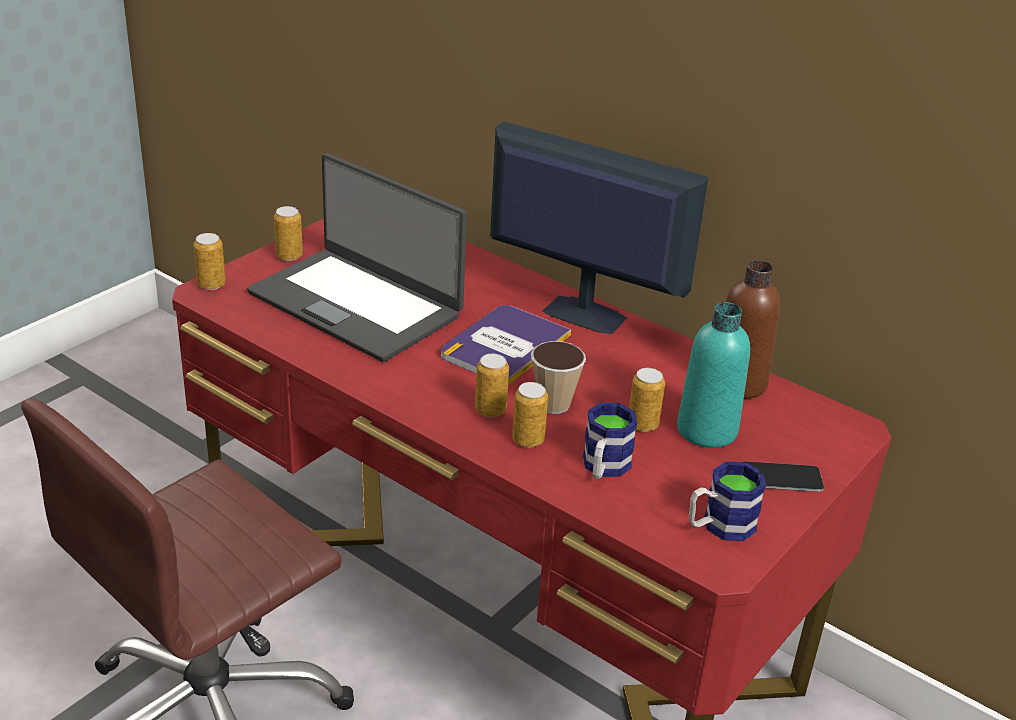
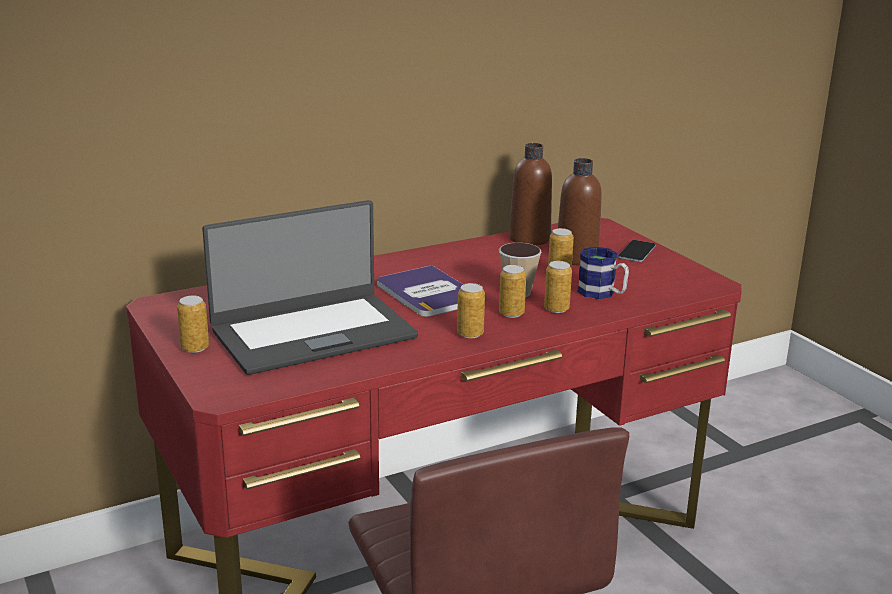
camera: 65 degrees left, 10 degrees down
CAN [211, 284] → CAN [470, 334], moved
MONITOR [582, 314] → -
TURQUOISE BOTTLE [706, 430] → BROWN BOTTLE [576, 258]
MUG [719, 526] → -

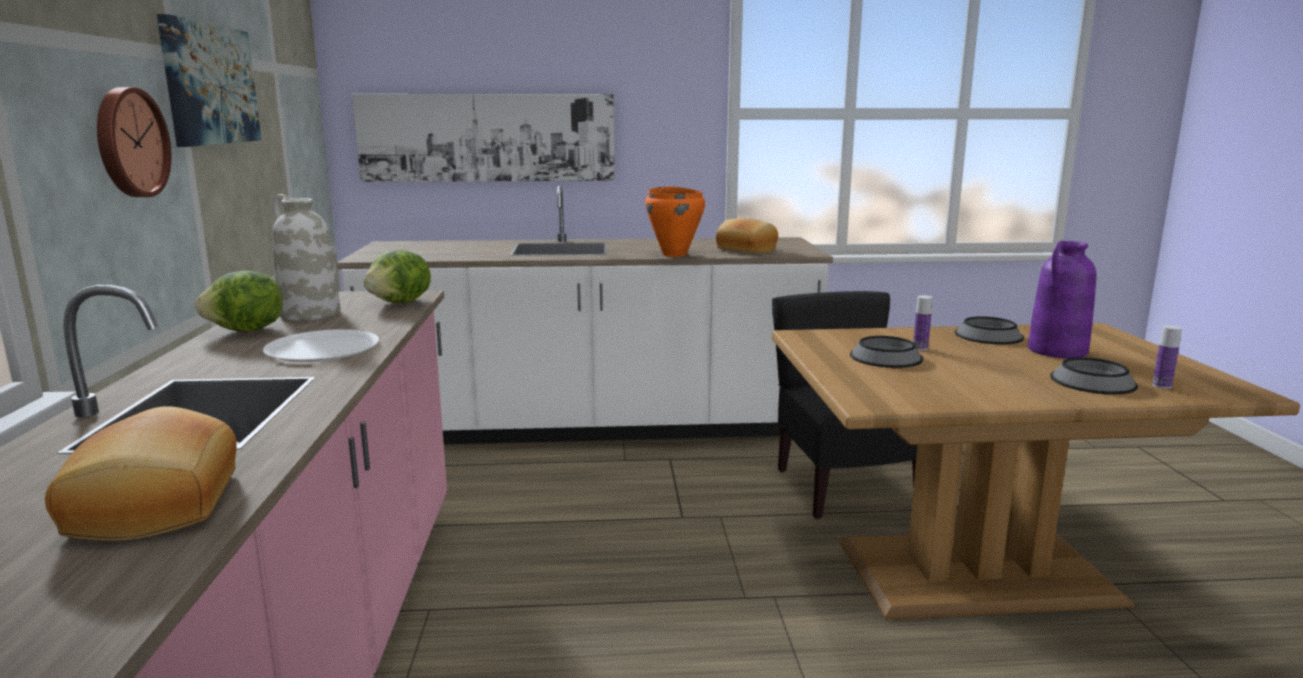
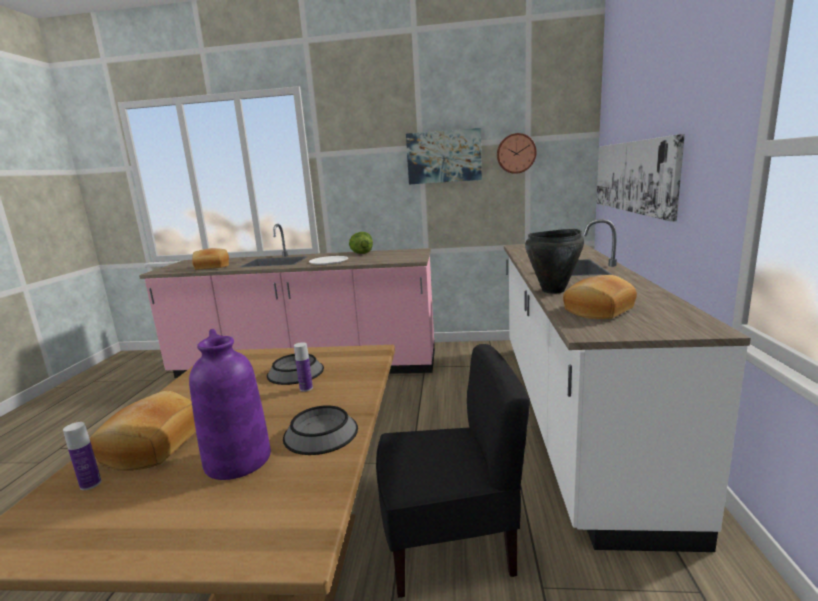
camera: 100 degrees right, 0 degrees up
WALL CLOCK [129, 143] → WALL CLOCK [516, 153], moved
WHITE VASE [309, 314] → -
LETTUCE [401, 303] → -
ORANGE COOKING POT [674, 254] → BLACK COOKING POT [554, 290]
BOWL [1092, 381] → BREAD [150, 446]

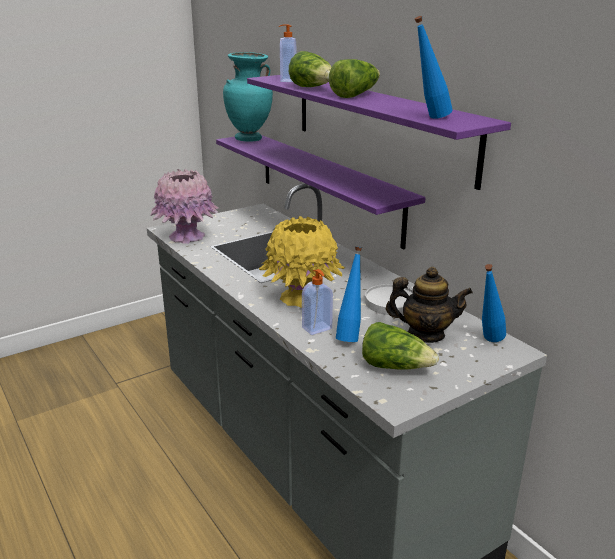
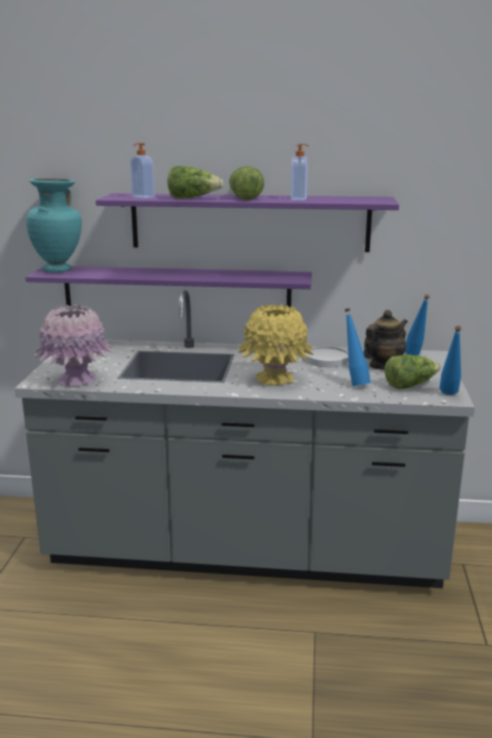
camera: 50 degrees left, 5 degrees down
SOAP DISPENSER [317, 329] → SOAP DISPENSER [299, 199], moved
BLUE BOTTLE [429, 118] → BLUE BOTTLE [449, 395], moved

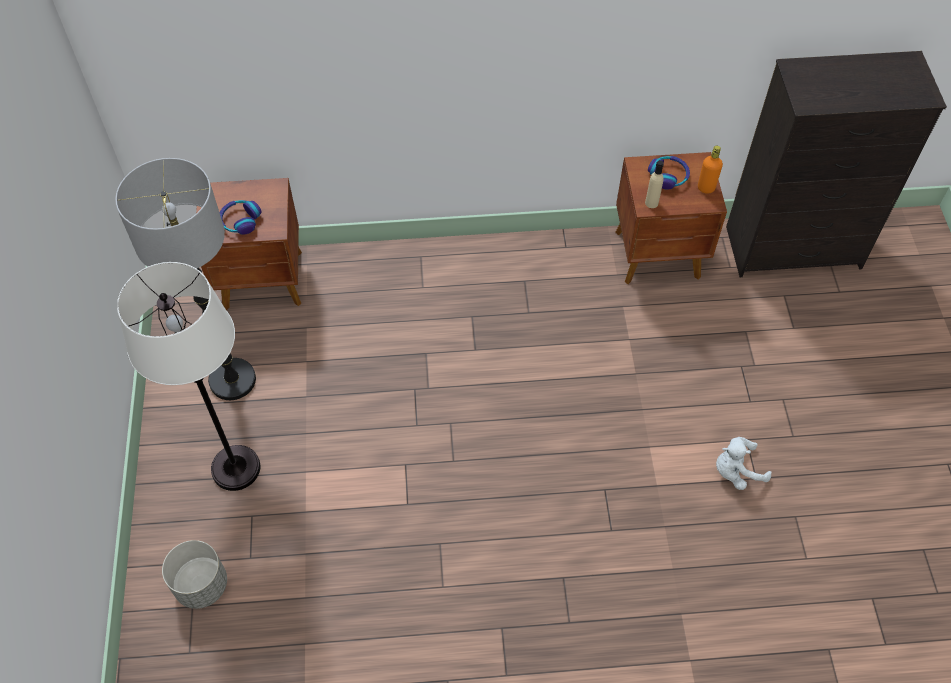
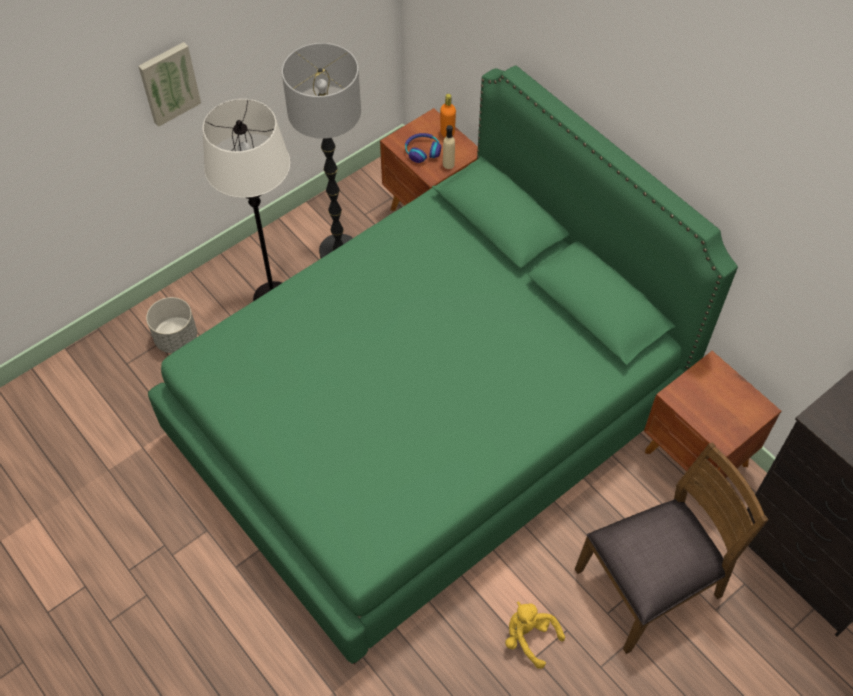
camera: 55 degrees right, 0 degrees up
BEIGE BOTTLE [651, 203] → BEIGE BOTTLE [448, 164], moved
HEADPHONES [668, 176] → -
ORANGE BOTTLE [706, 188] → ORANGE BOTTLE [447, 133], moved
WHITE PLUSH TOY [736, 471] → YELLOW PLUSH TOY [529, 637]
- → PICTURE [168, 83]
- → GREEN BED [427, 420]
- → BROWN CHAIR [650, 585]

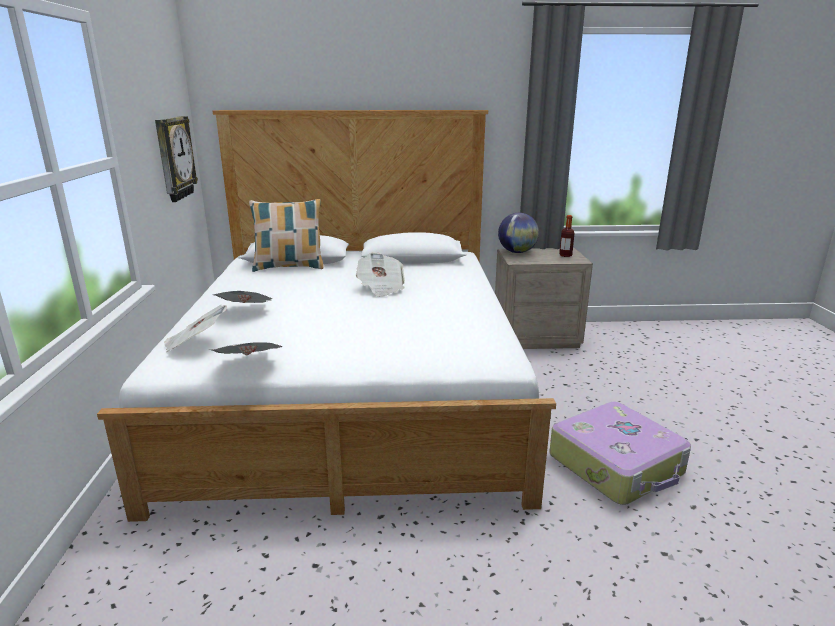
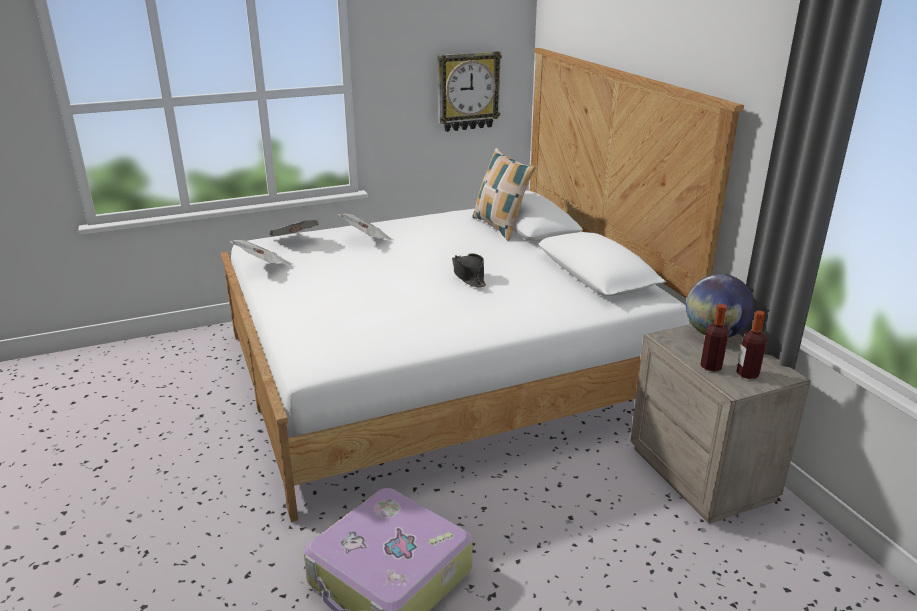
camera: 70 degrees right, 5 degrees up
NEWSPAPER [381, 288] → BLACK HAT [468, 276]
- → BOTTLE [711, 366]

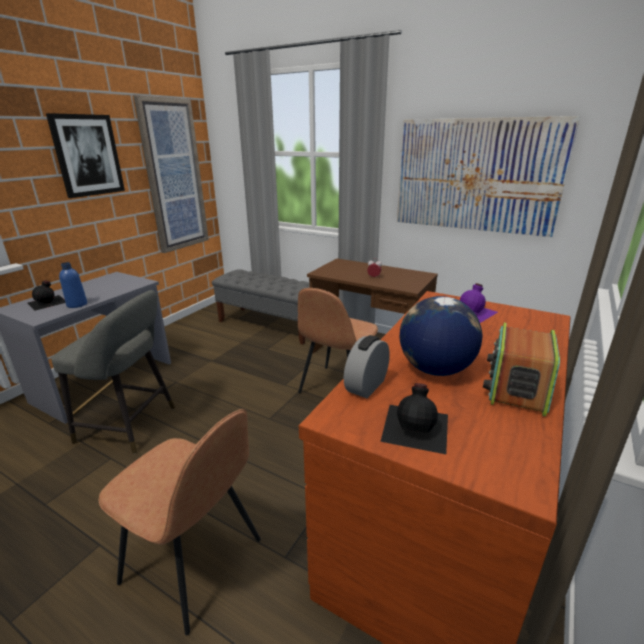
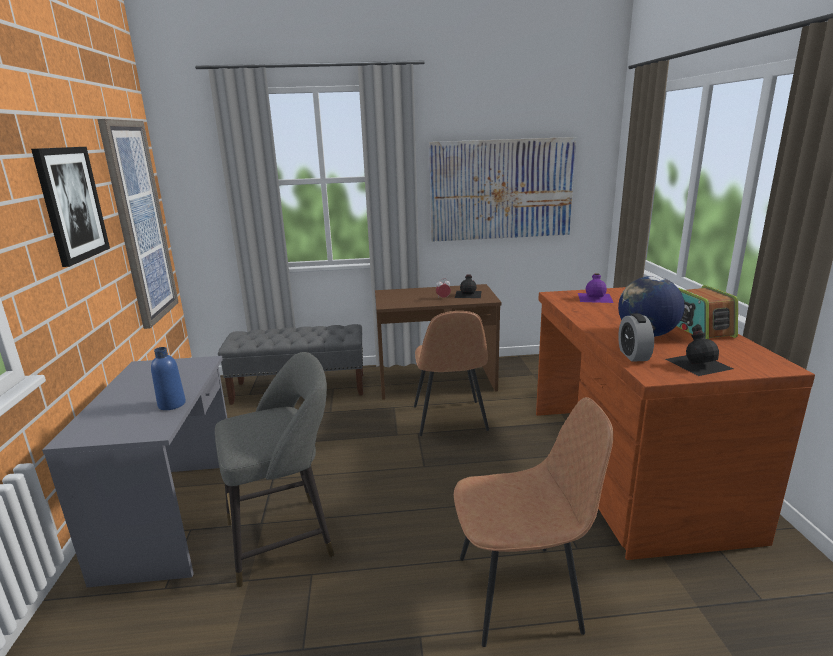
camera: 35 degrees left, 5 degrees down
BLACK BOTTLE [48, 302] → BLACK BOTTLE [468, 294], moved

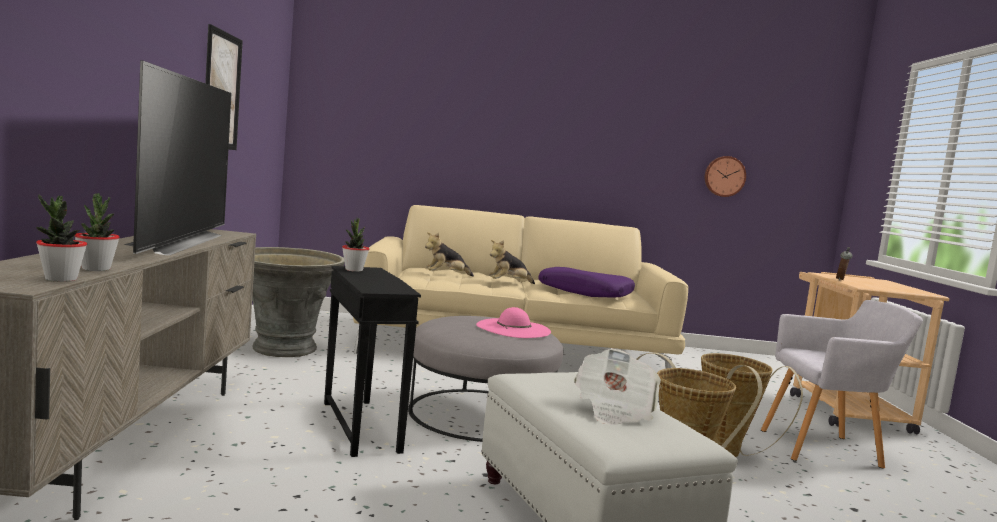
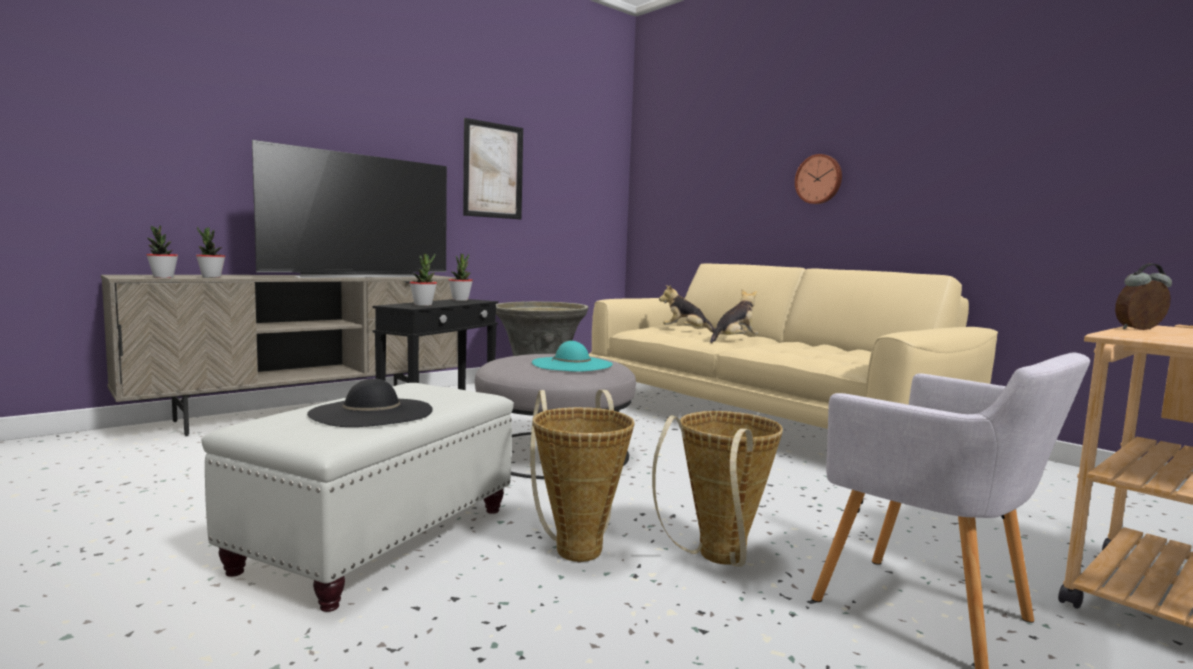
camera: 50 degrees right, 0 degrees up
PINK HAT [513, 328] → TURQUOISE HAT [572, 364]
PLUSH TOY [508, 283] → PLUSH TOY [734, 340], 120 degrees clockwise
PURPLE PILLOW [585, 292] → -
NEWSPAPER [614, 410] → BLACK HAT [371, 412]
WALL CLOCK [724, 176] → WALL CLOCK [819, 179], moved
- → POTTED PLANT [423, 305]

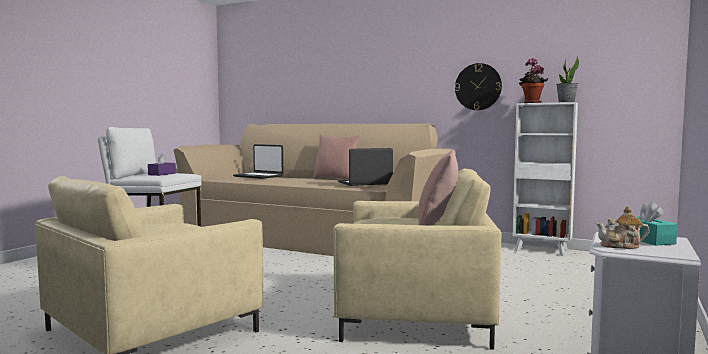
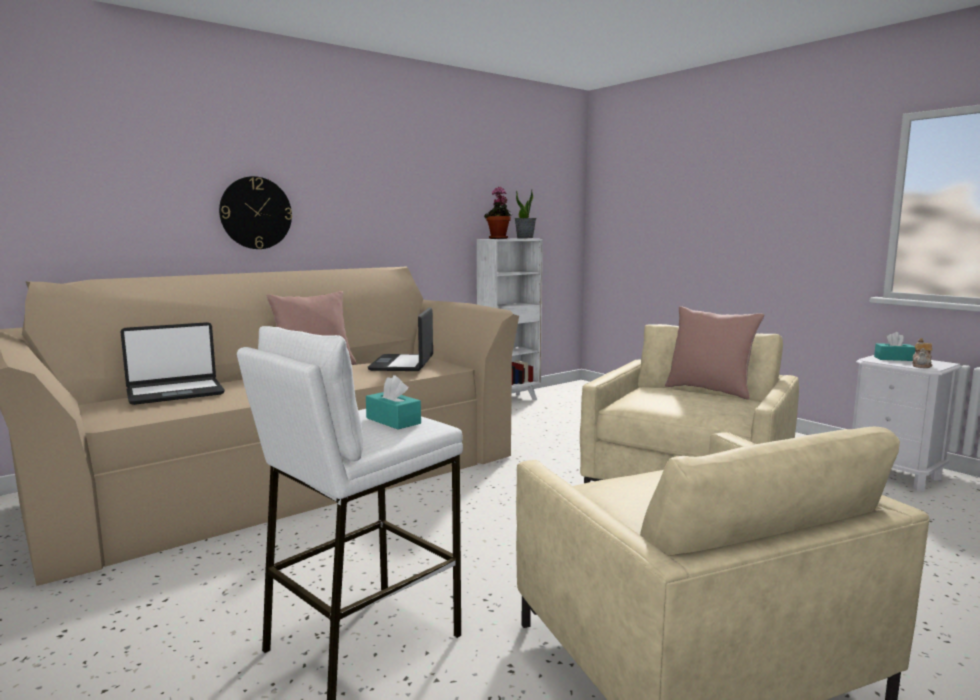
camera: 65 degrees left, 5 degrees up
PURPLE TISSUE BOX [162, 174] → TURQUOISE TISSUE BOX [393, 421]
WALL CLOCK [478, 87] → WALL CLOCK [256, 213], moved

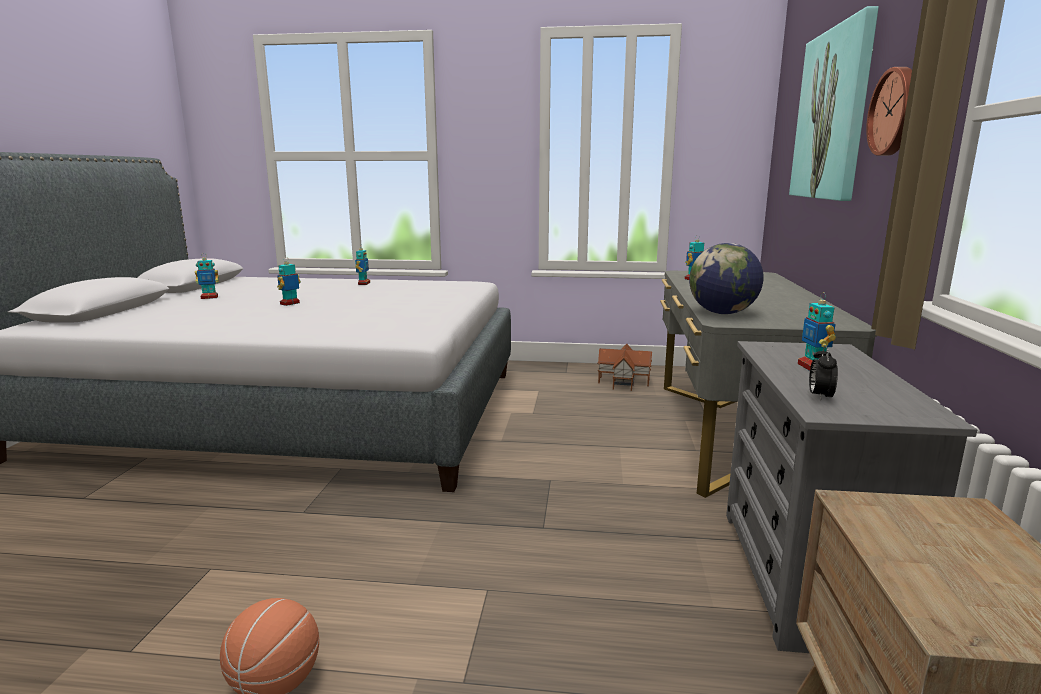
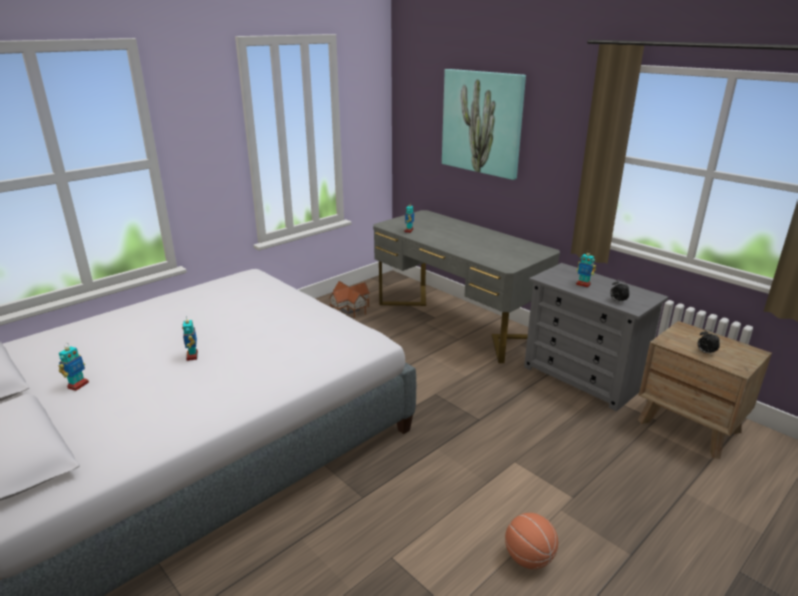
camera: 50 degrees left, 10 degrees up
TOY ROBOT [363, 283] → -
GLOBE [722, 313] → -
WALL CLOCK [895, 112] → -
- → ALARM CLOCK [705, 352]

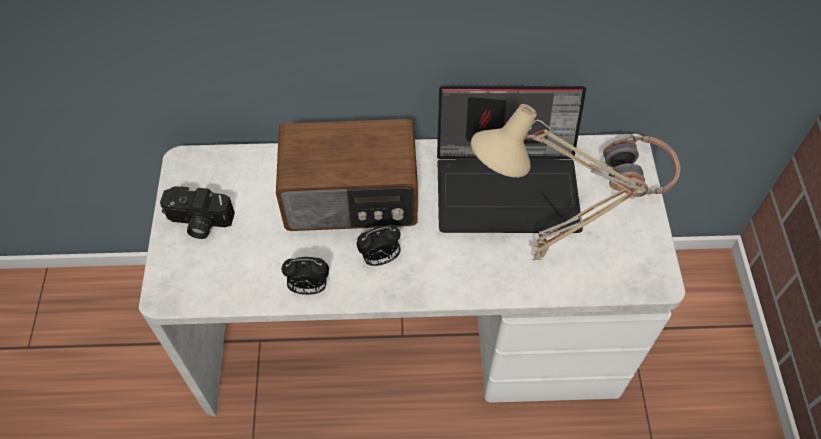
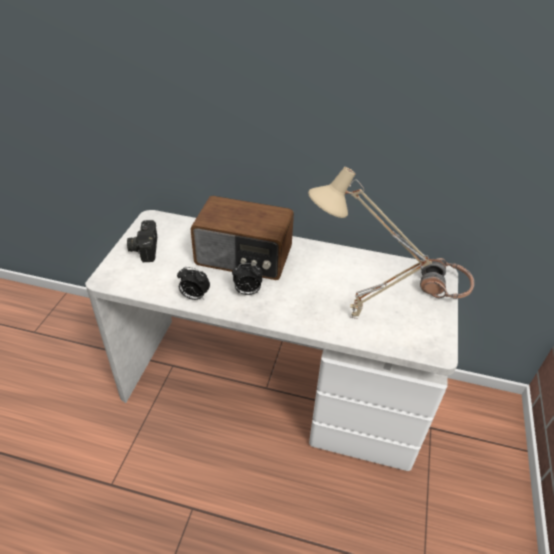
camera: 15 degrees right, 15 degrees down
PHOTO CAMERA [198, 222] → PHOTO CAMERA [144, 248], 60 degrees clockwise
LAPTOP [509, 186] → -

